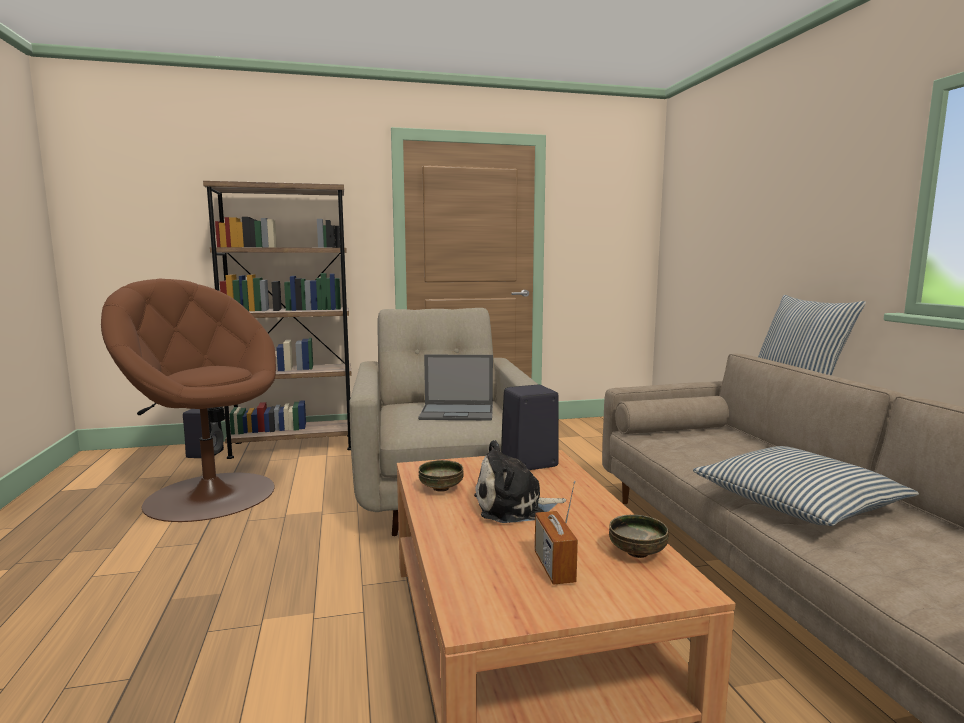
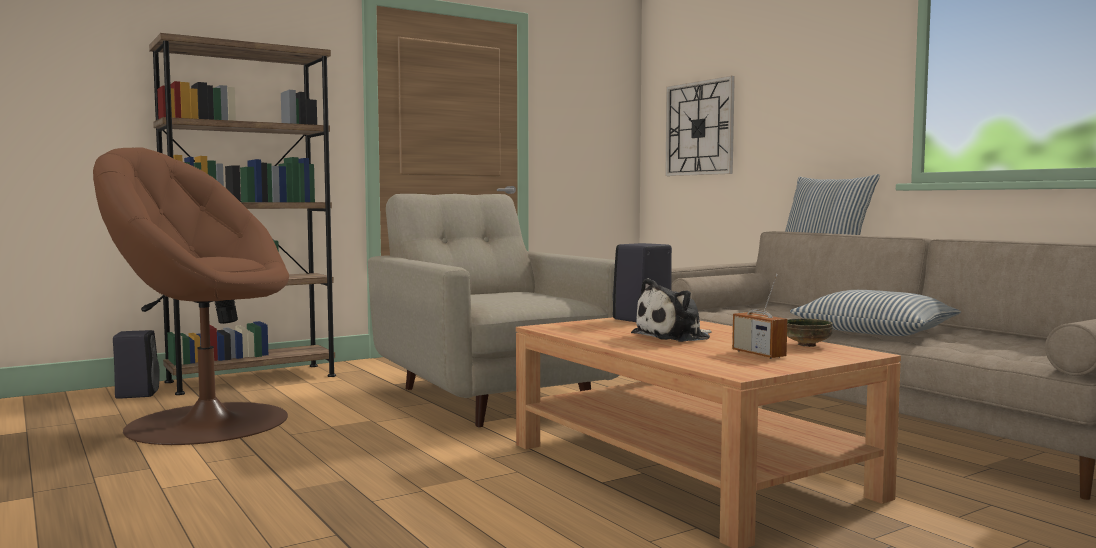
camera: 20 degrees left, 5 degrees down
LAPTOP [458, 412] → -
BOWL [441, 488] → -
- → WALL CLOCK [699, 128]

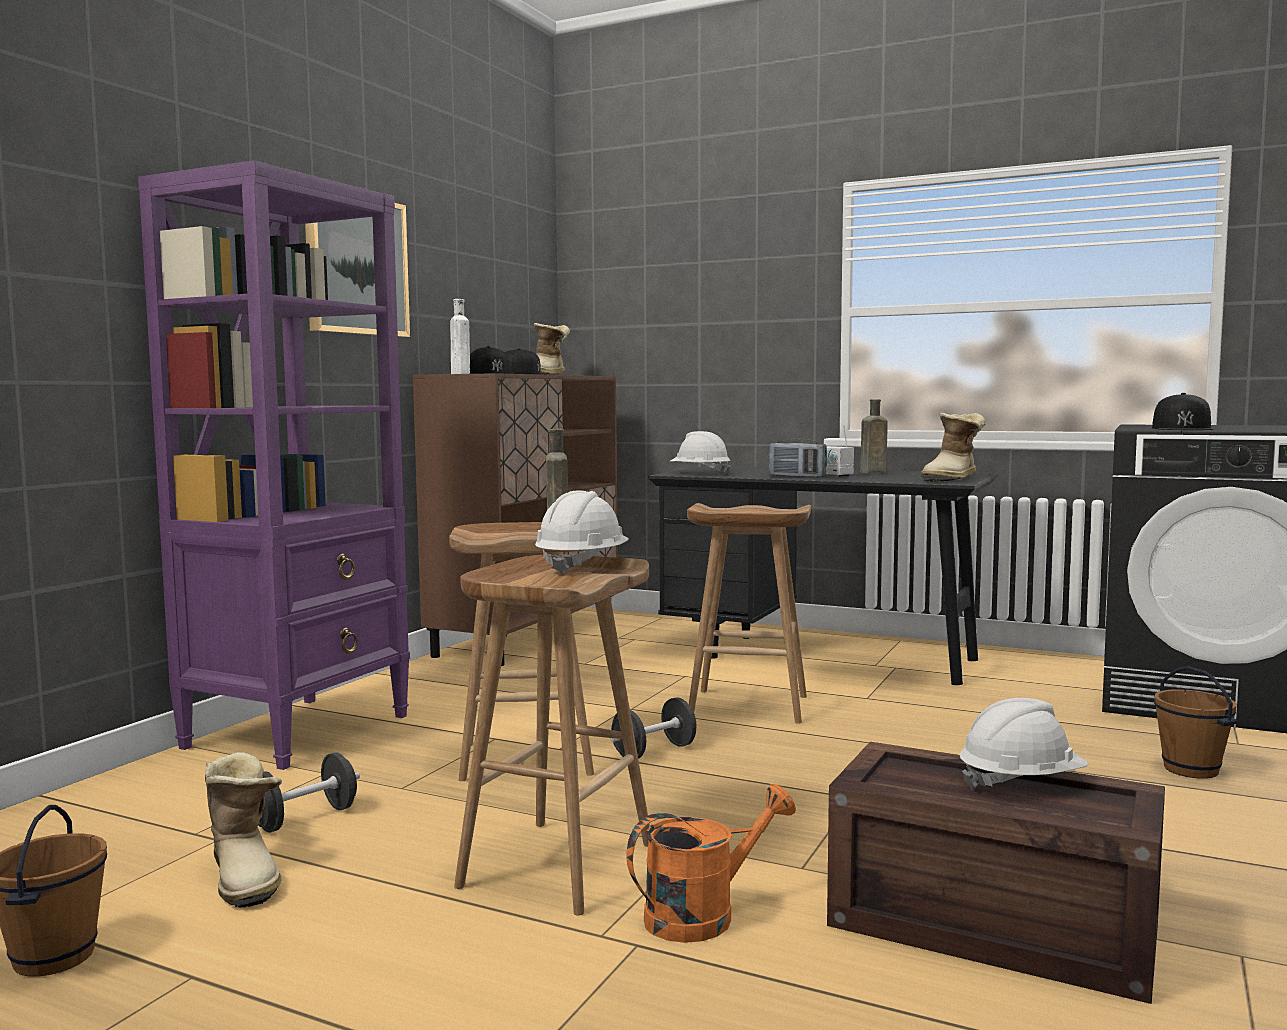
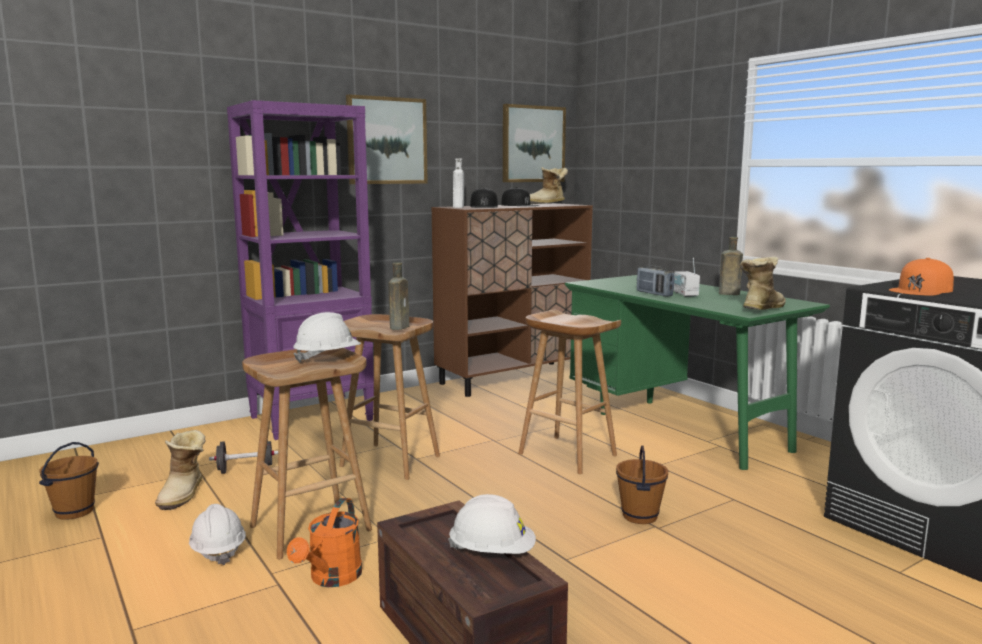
camera: 30 degrees right, 5 degrees up
BLACK DUMBBELL [654, 752] → -
ORANGE WATERING CAN [703, 915] → ORANGE WATERING CAN [331, 579], 105 degrees clockwise
BLACK DESK [821, 656] → GREEN DESK [678, 427]
WHITE HARD HAT [700, 473] → WHITE HARD HAT [218, 551], moved
BOOT [953, 479] → BOOT [760, 309], 150 degrees clockwise
BLACK CAP [1183, 428] → ORANGE CAP [921, 290]
BROWN BUCKET [1190, 770] → BROWN BUCKET [639, 516], moved
- → PICTURE [533, 144]

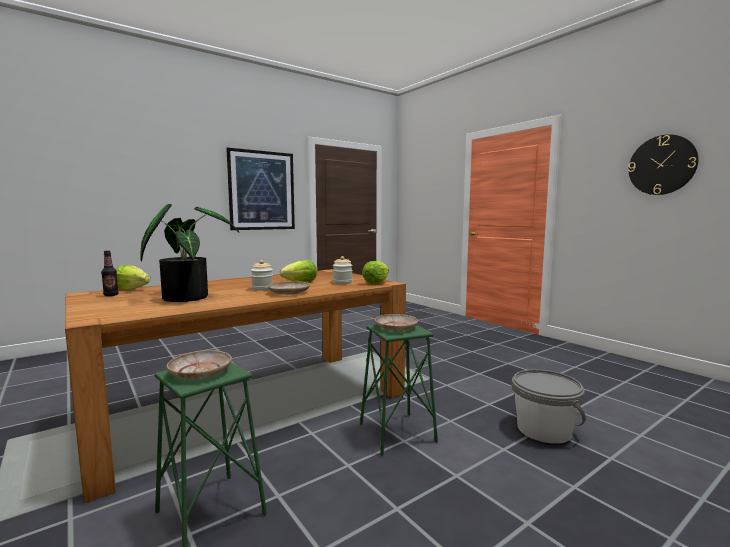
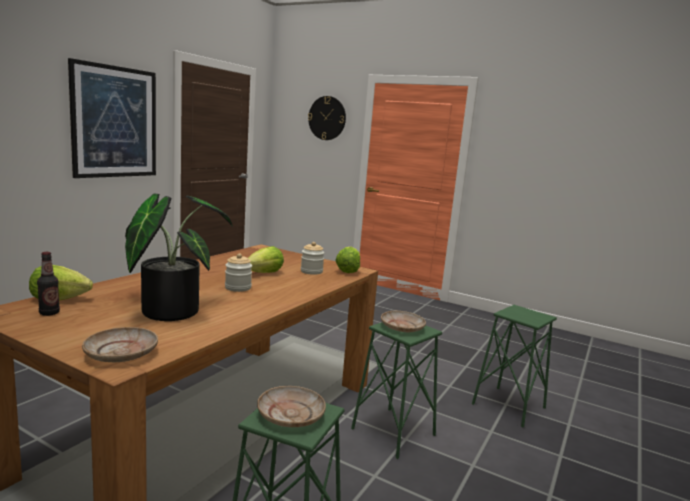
camera: 25 degrees left, 5 degrees up
BEIGE PLATE [289, 293] → BEIGE PLATE [121, 353], moved
GREY BUCKET [544, 430] → GREEN STOOL [508, 406]
WALL CLOCK [662, 165] → WALL CLOCK [327, 118], moved

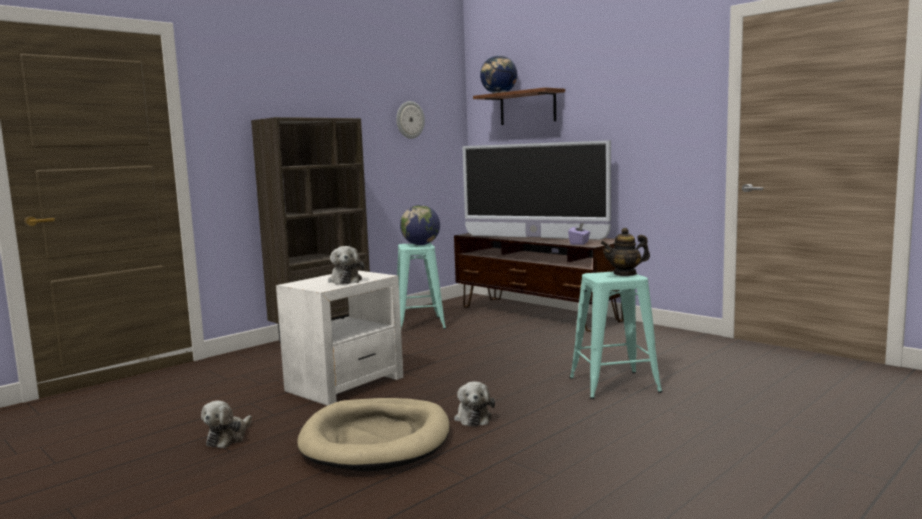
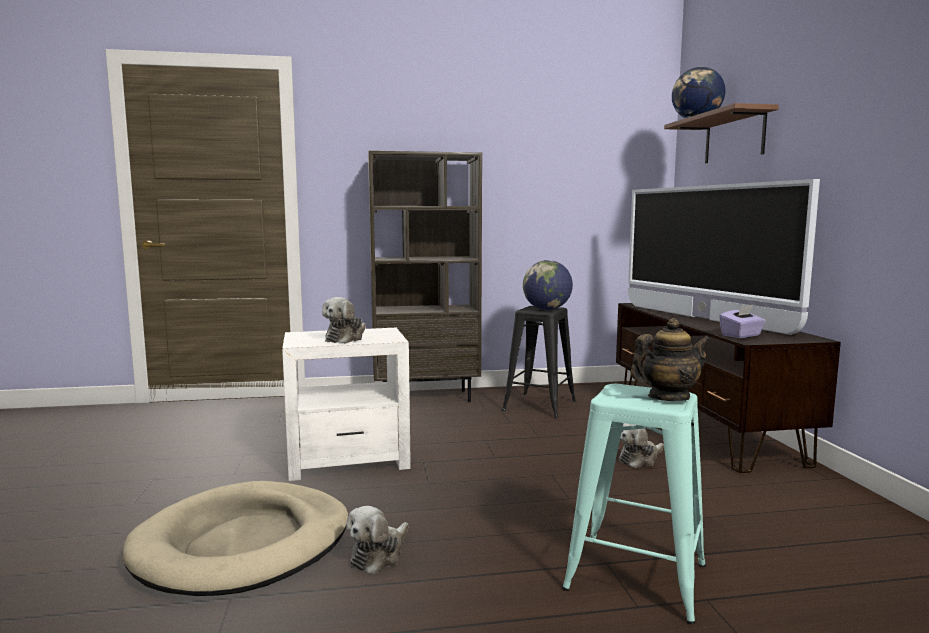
camera: 35 degrees right, 0 degrees up
PLUSH TOY [228, 438] → PLUSH TOY [639, 459], moved
WALL CLOCK [409, 120] → -
TURQUOISE STOOL [419, 324] → BLACK STOOL [539, 405]
TEAPOT [625, 274] → TEAPOT [668, 397], 135 degrees clockwise

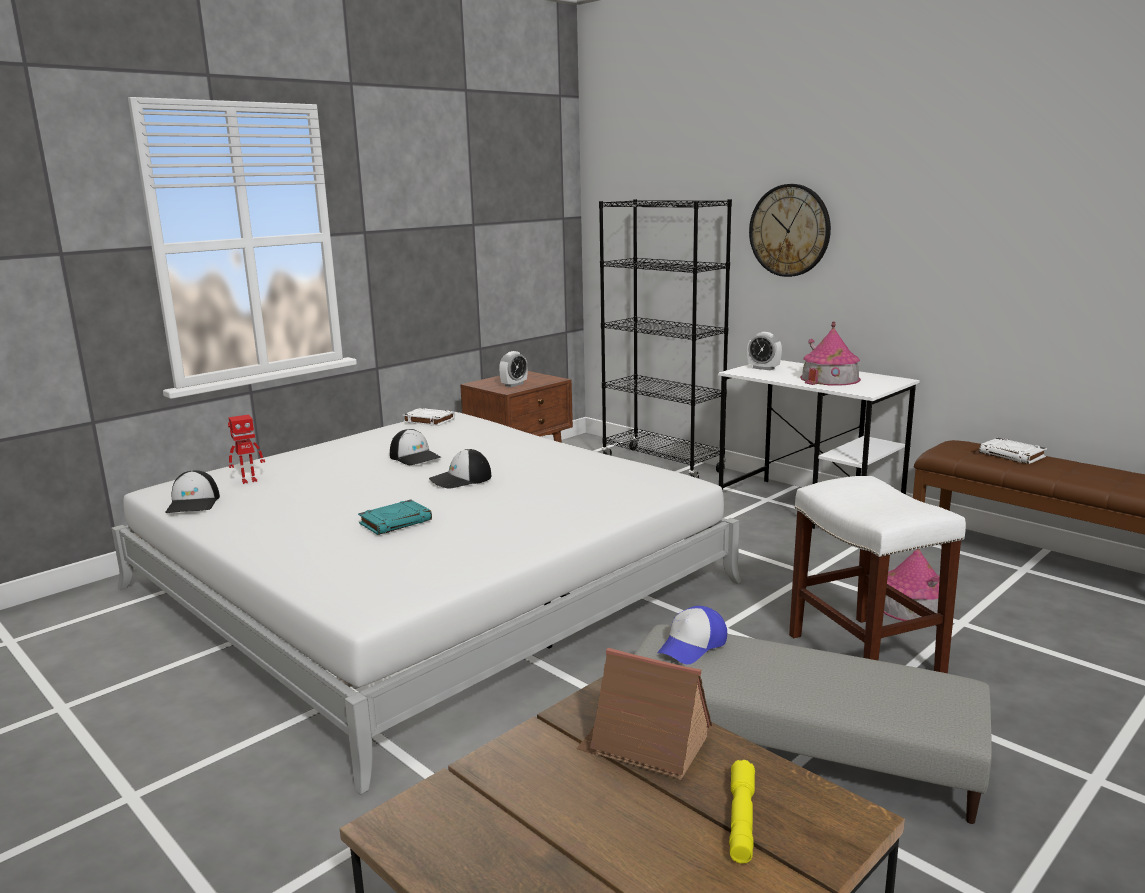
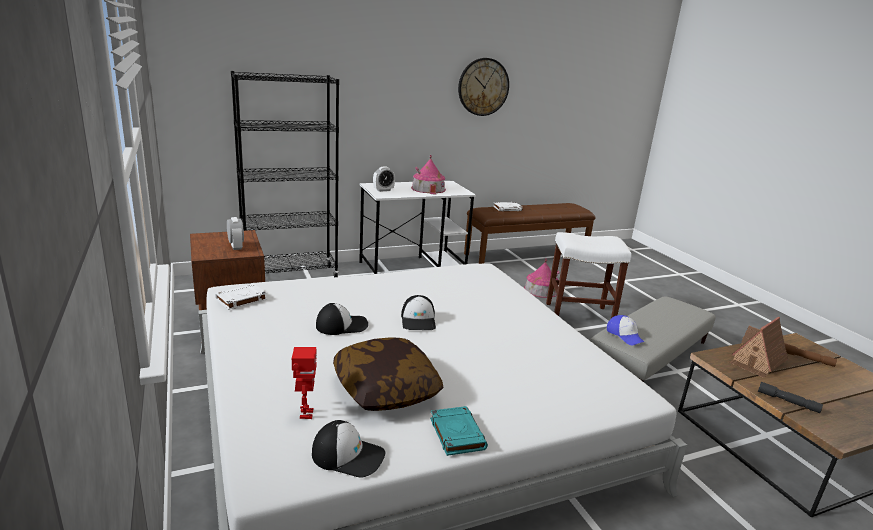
camera: 70 degrees left, 5 degrees up
TURQUOISE BOOK [396, 522] → TURQUOISE BOOK [456, 433], moved
YELLOW FLASHLIGHT [741, 819] → BROWN FLASHLIGHT [806, 358]
WALL CLOCK [789, 230] → WALL CLOCK [483, 87], moved
- → PILLOW [385, 389]
- → GREY FLASHLIGHT [787, 402]

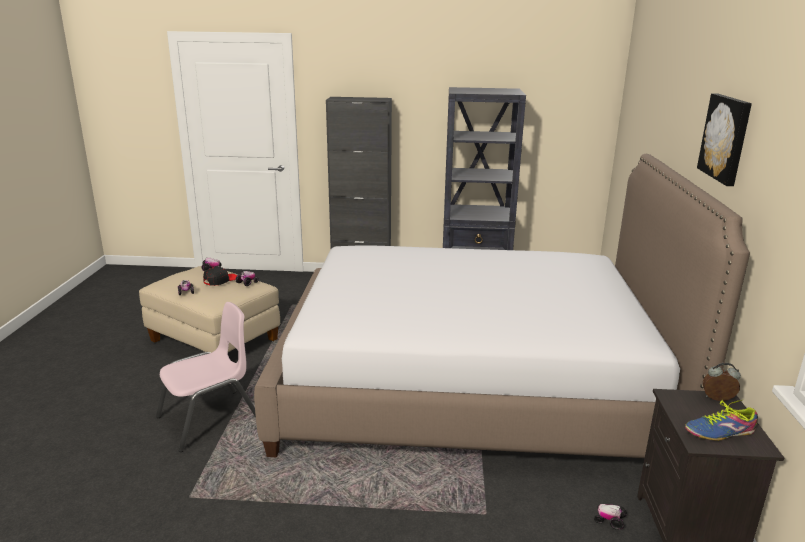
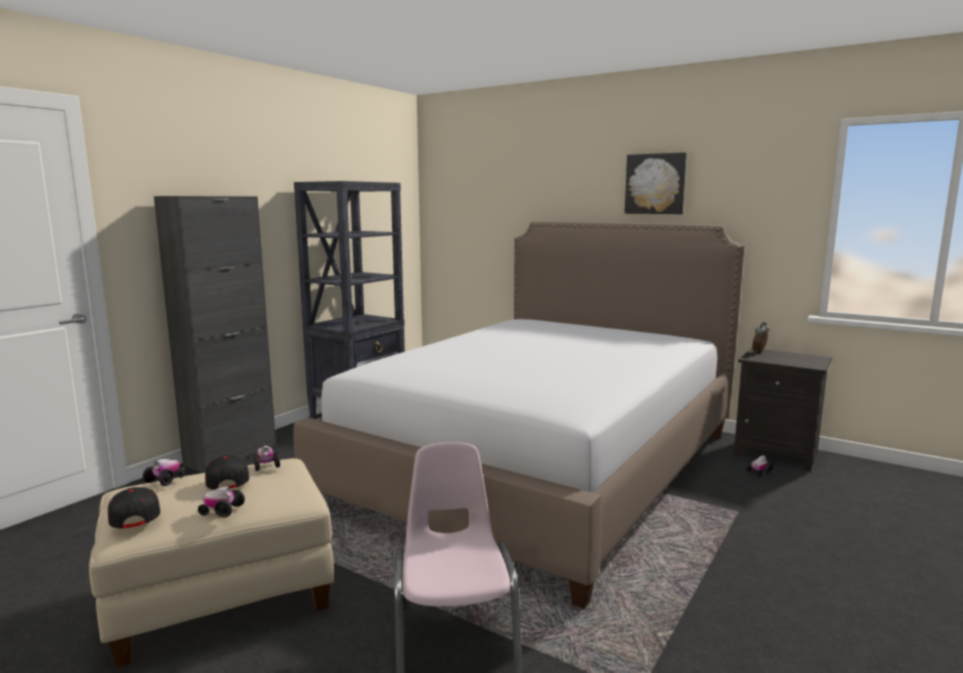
camera: 60 degrees left, 10 degrees down
SHOE [720, 432] → -
- → BLACK CAP [134, 515]

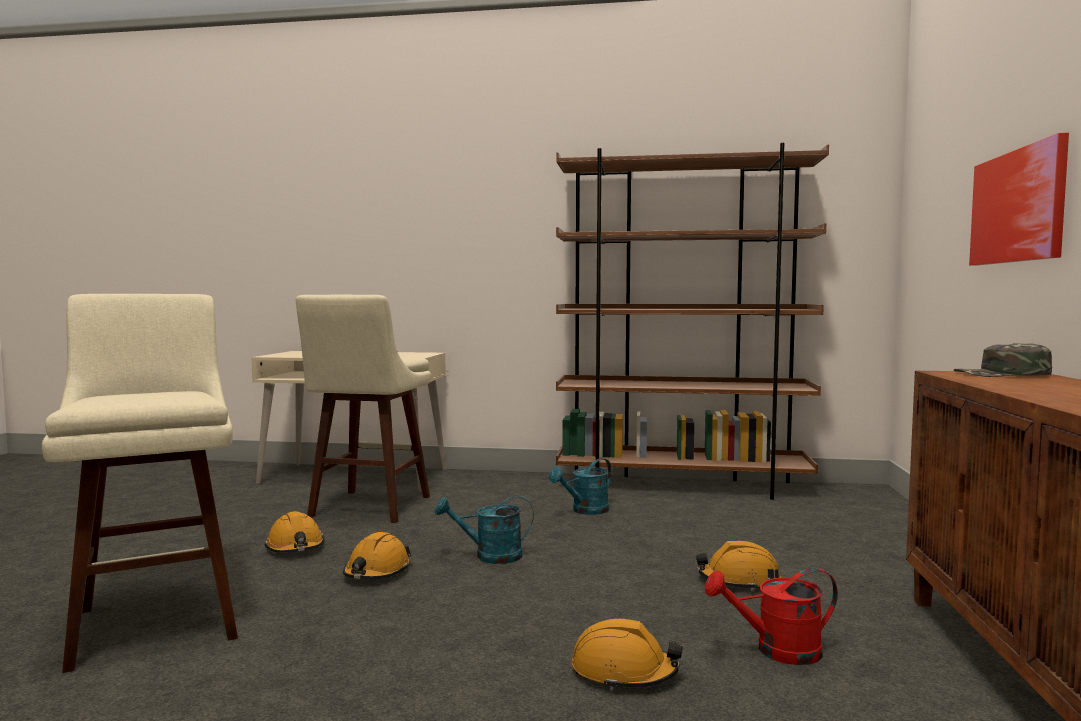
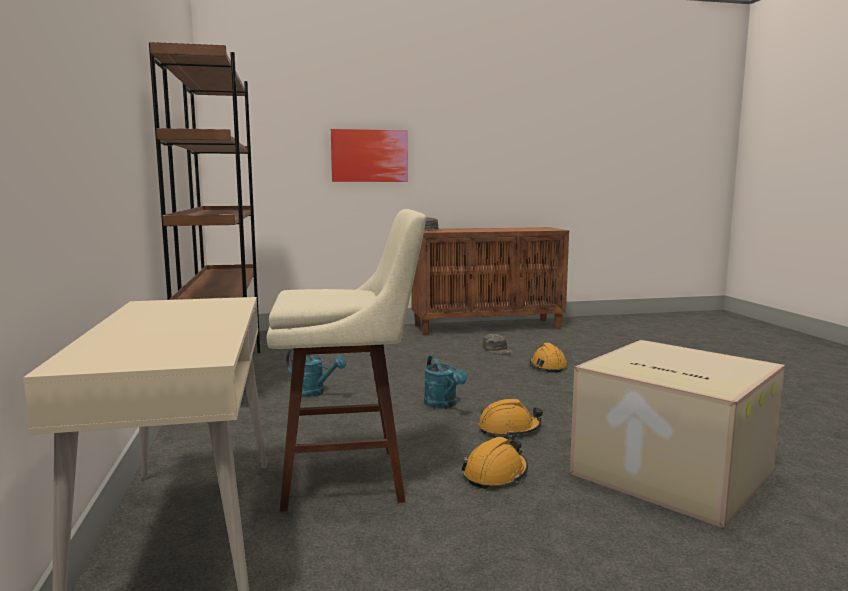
camera: 110 degrees left, 5 degrees up
BEIGE STOOL [157, 619] → CARDBOARD BOX [668, 472]
ORANGE HARD HAT [739, 580] → -
RED WATERING CAN [777, 651] → GREEN CAP [498, 350]

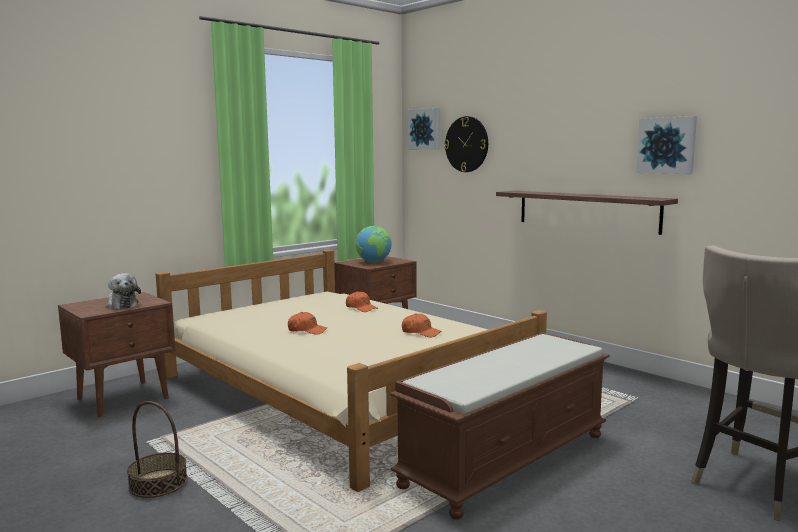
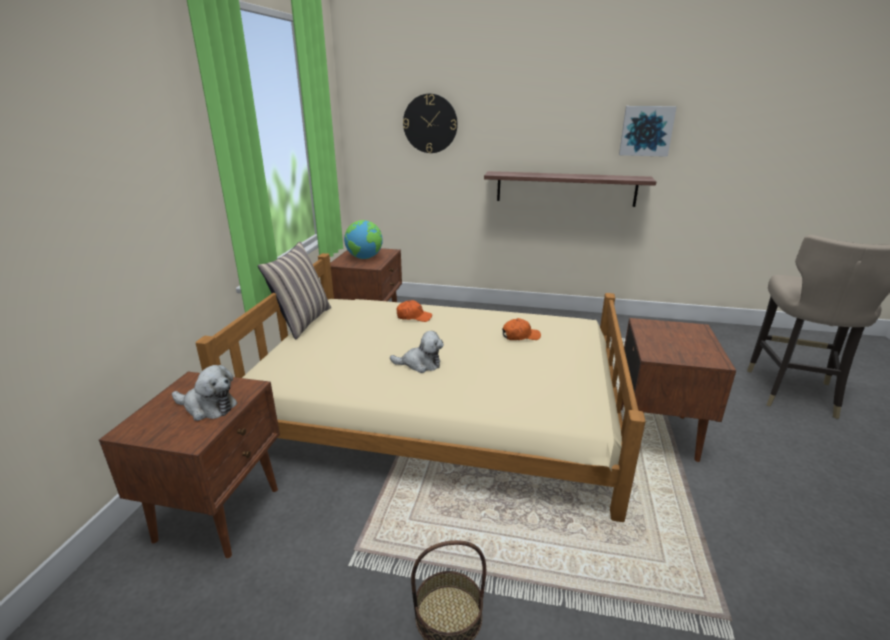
camera: 35 degrees left, 15 degrees up
ORANGE CAP [307, 330] → PLUSH TOY [420, 364]
BROWN BENCH [506, 458] → BROWN NIGHTSTAND [656, 432]
PICTURE [425, 129] → -
- → PILLOW [302, 321]

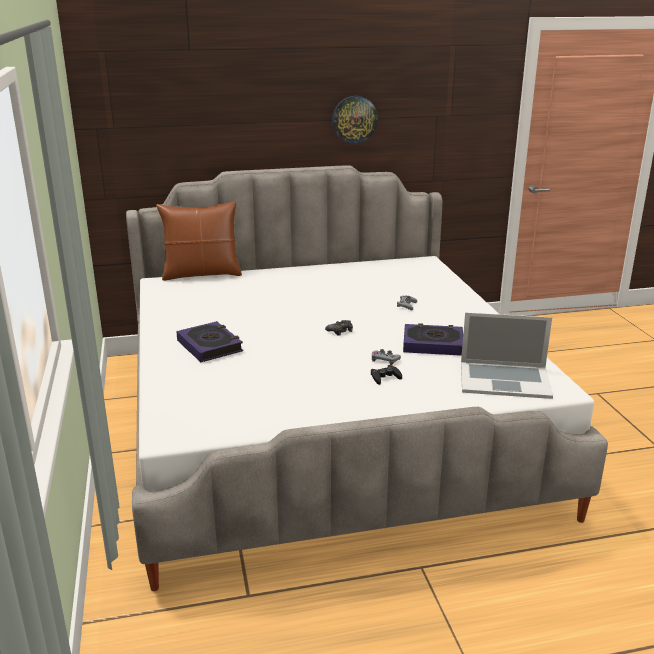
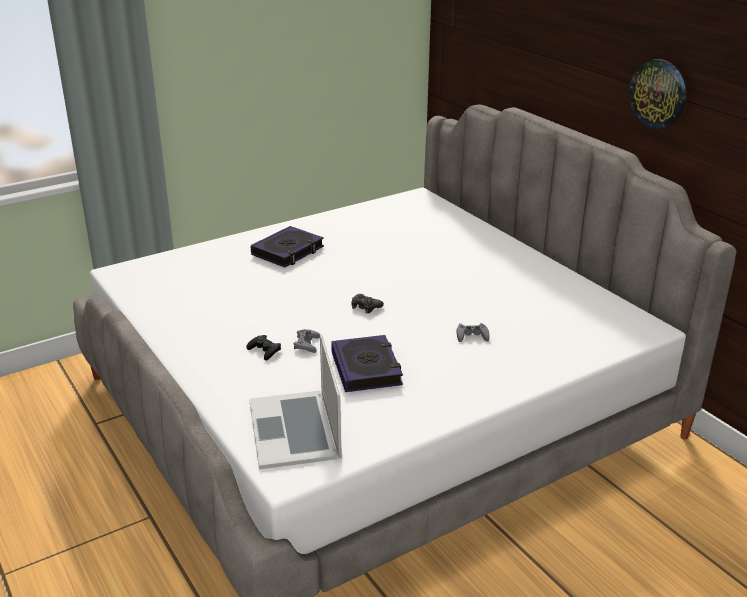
camera: 70 degrees right, 5 degrees up
BROWN PILLOW [202, 274] → -

